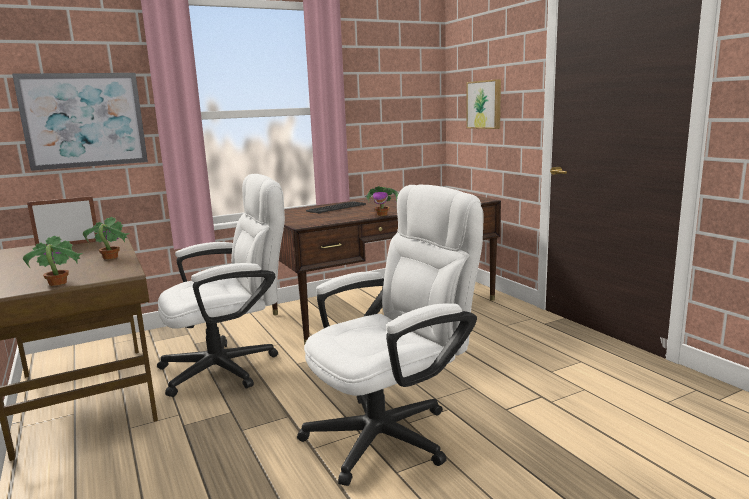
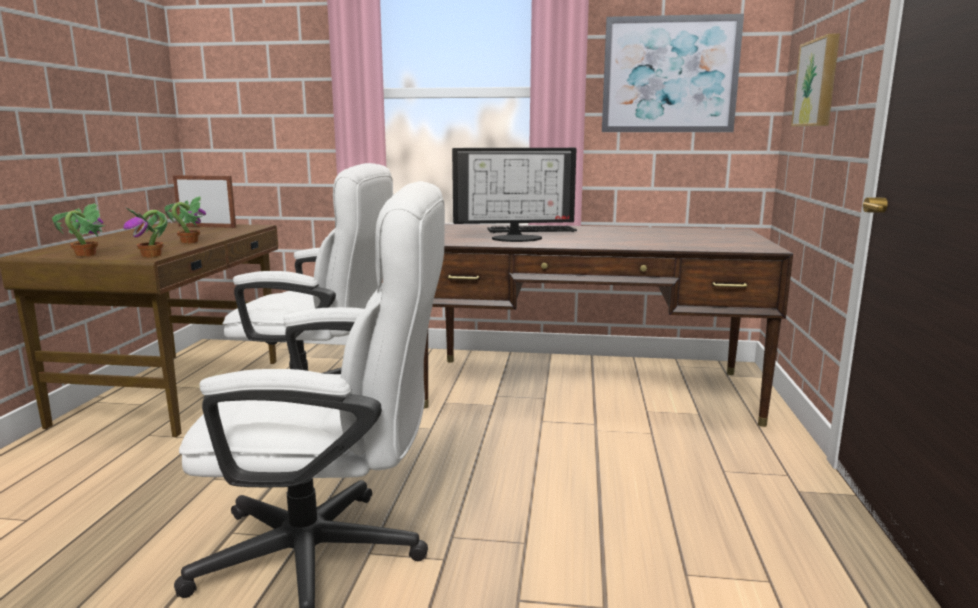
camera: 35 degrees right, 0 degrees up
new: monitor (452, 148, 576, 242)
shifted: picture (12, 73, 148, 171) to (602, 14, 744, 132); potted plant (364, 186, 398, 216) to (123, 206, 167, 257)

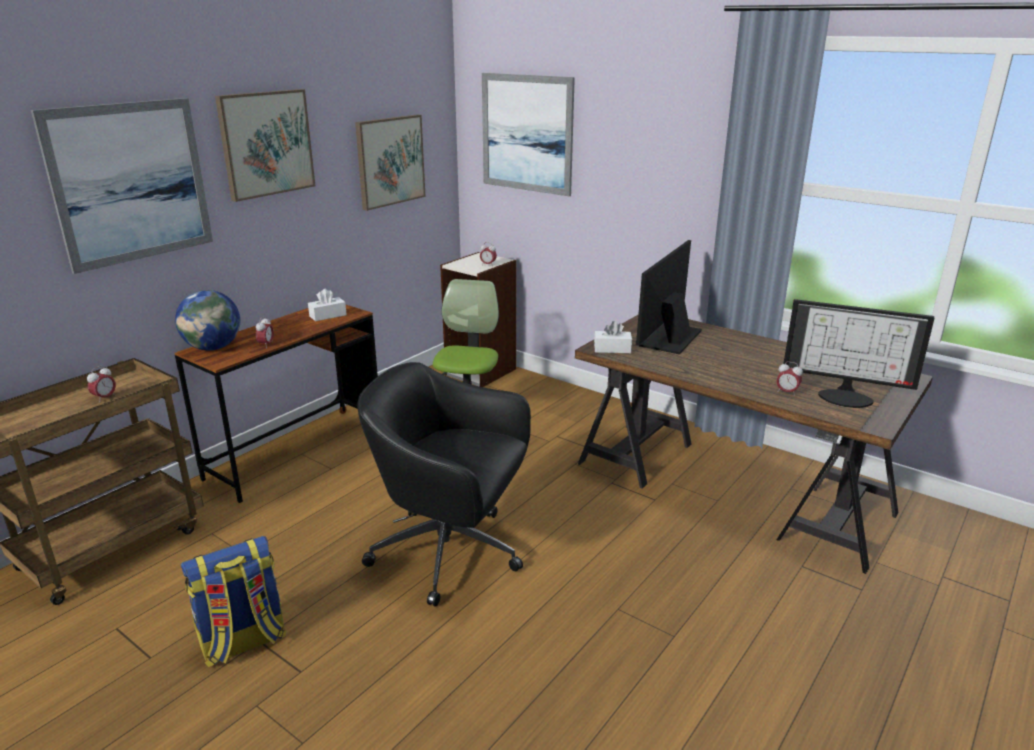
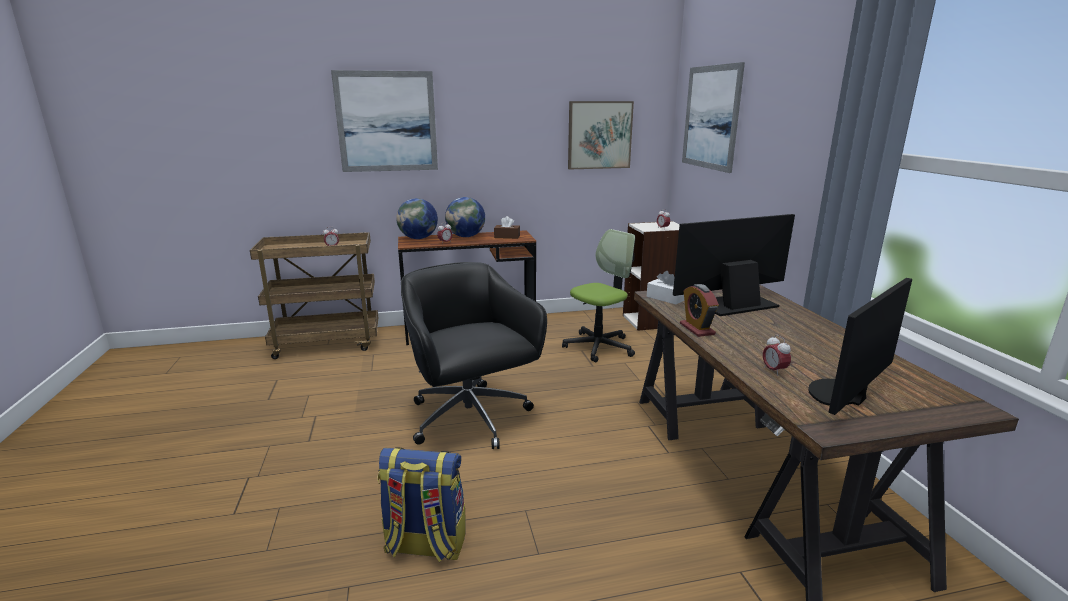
camera: 40 degrees right, 5 degrees down
gone: picture (215, 89, 315, 202)
new: globe (445, 197, 485, 237); alarm clock (680, 284, 719, 337)
shifted: backpack (181, 536, 287, 667) to (378, 447, 466, 562)
repainted: white tissue box (308, 289, 347, 321) to brown tissue box (494, 216, 520, 239)
rotated: monitor (783, 299, 934, 408) = (808, 278, 912, 415) 75 degrees clockwise

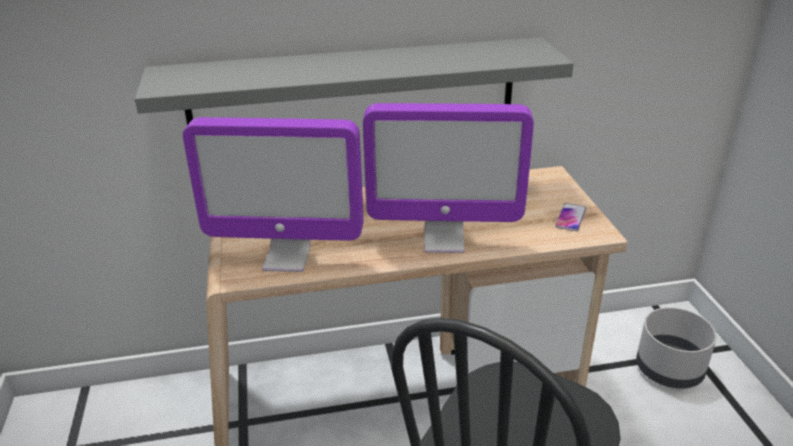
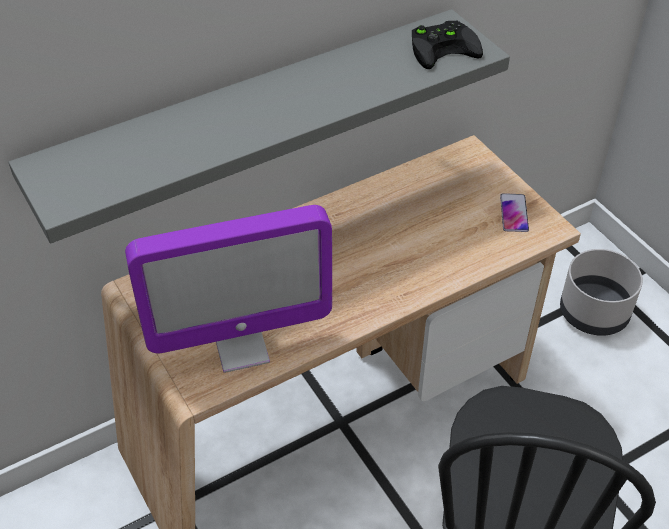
camera: 20 degrees left, 15 degrees up
gone: monitor (363, 103, 534, 253)
new: black game controller (412, 21, 483, 69)

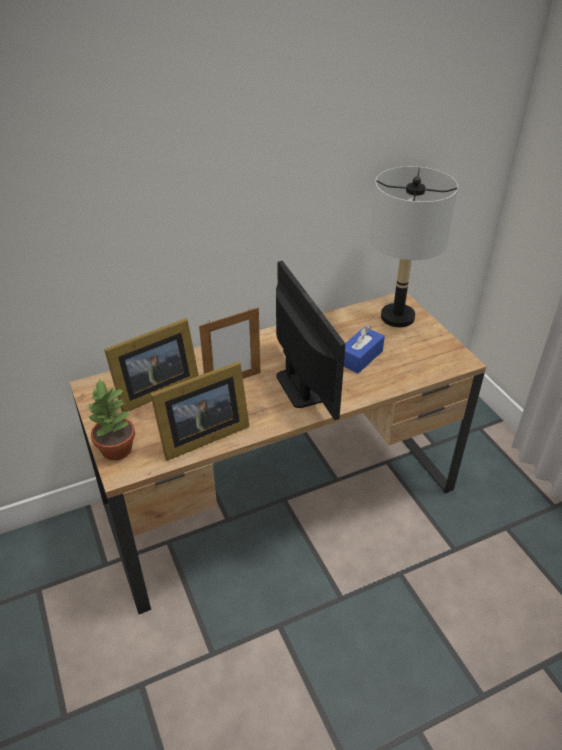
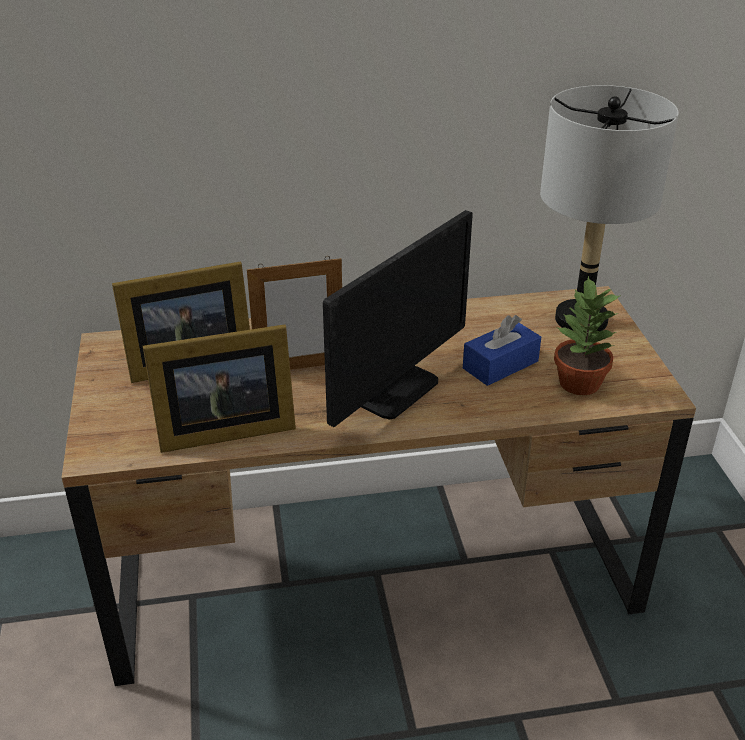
camera: 15 degrees right, 5 degrees down
shifted: potted plant (86, 379, 135, 460) to (554, 276, 621, 395)
rotated: monitor (276, 261, 345, 420) = (323, 210, 473, 427) 45 degrees clockwise

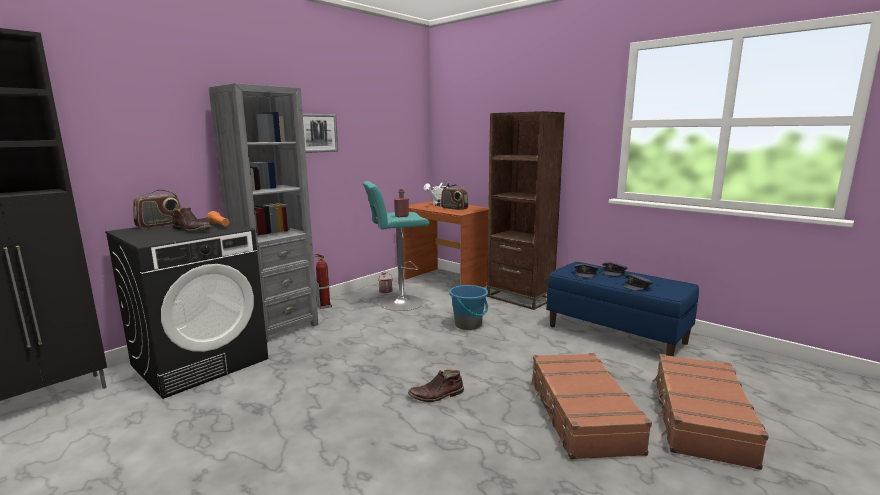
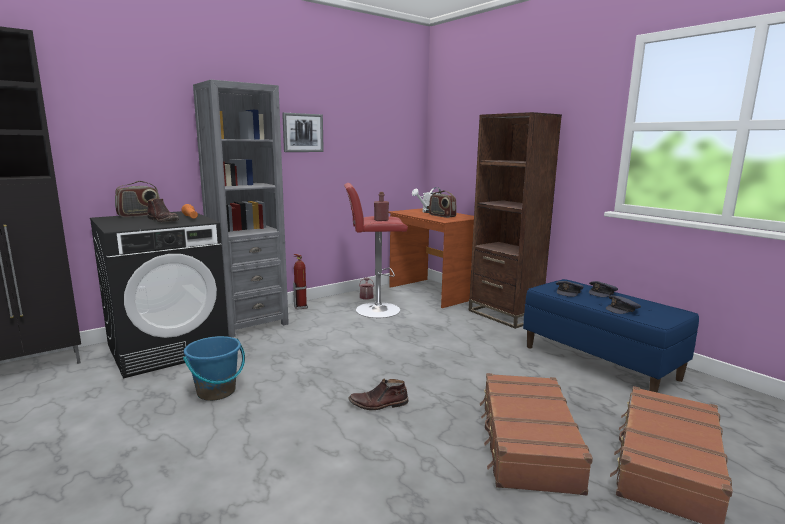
camera: 10 degrees right, 0 degrees up
shifted: blue bucket (449, 285, 488, 330) to (183, 336, 245, 401)
repainted: turquoise stool (363, 181, 429, 311) to red stool (344, 183, 408, 318)

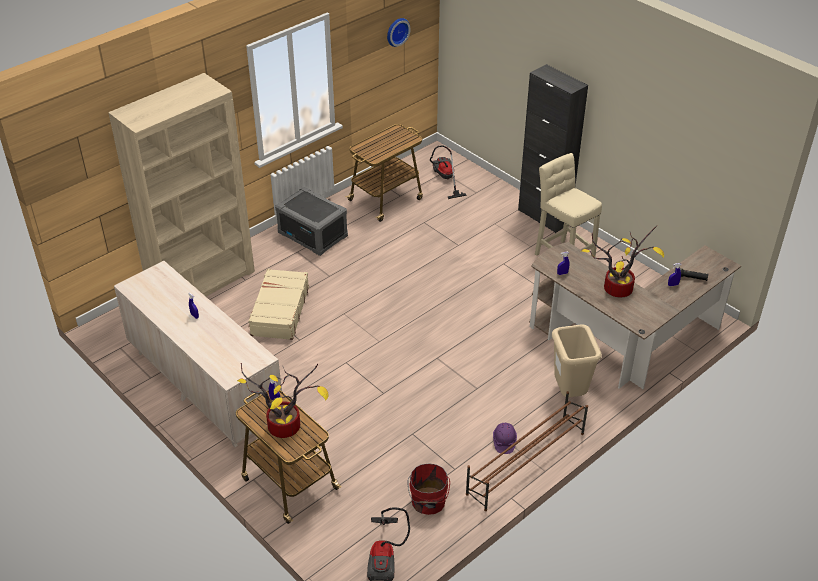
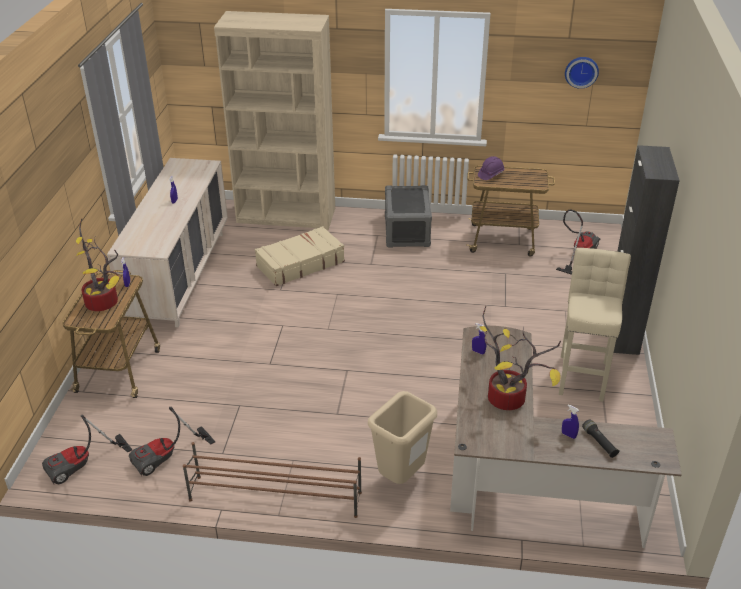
camera: 50 degrees right, 5 degrees down
shifted: purple hard hat (493, 423, 517, 454) to (478, 156, 504, 180)
swapped: red bucket (408, 464, 450, 515) to vacuum cleaner (129, 407, 215, 476)

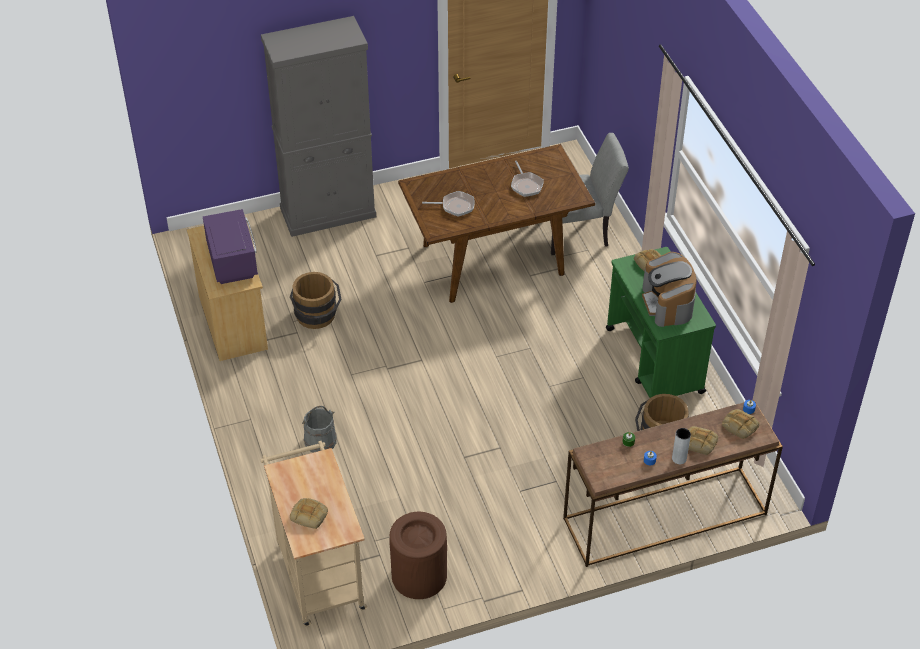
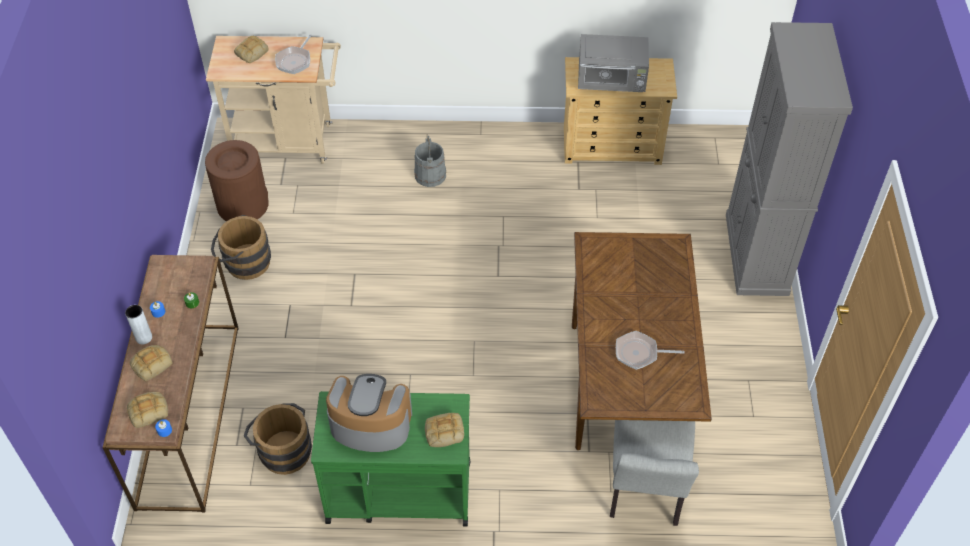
camera: 110 degrees right, 5 degrees up
shifted: brown bucket (290, 272, 341, 329) to (211, 215, 271, 280); frying pan (422, 191, 475, 217) to (275, 34, 312, 74)
repainted: purple microwave (203, 209, 258, 284) to grey microwave (578, 34, 649, 92)

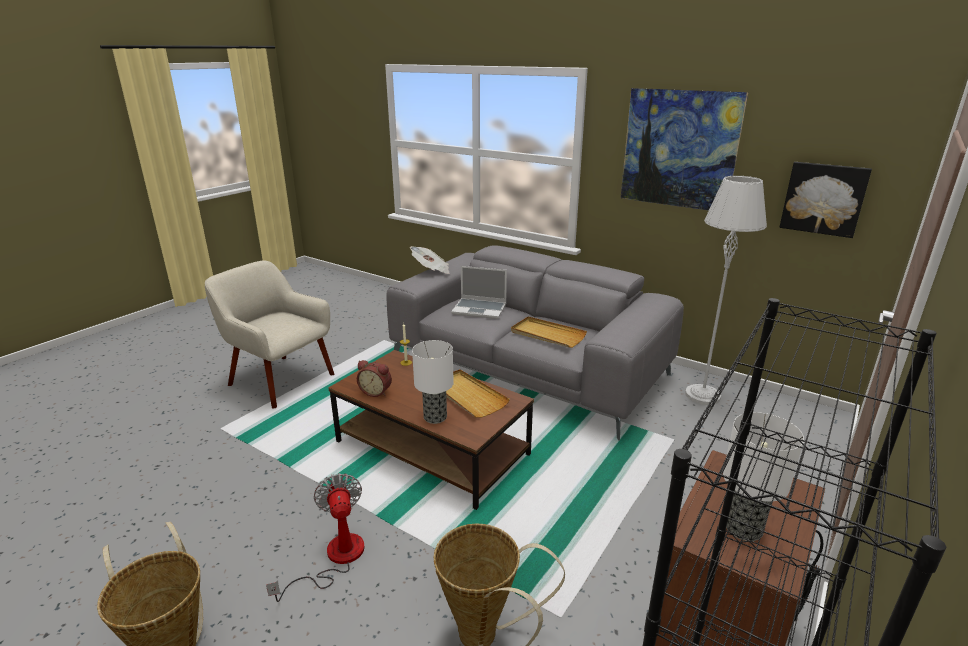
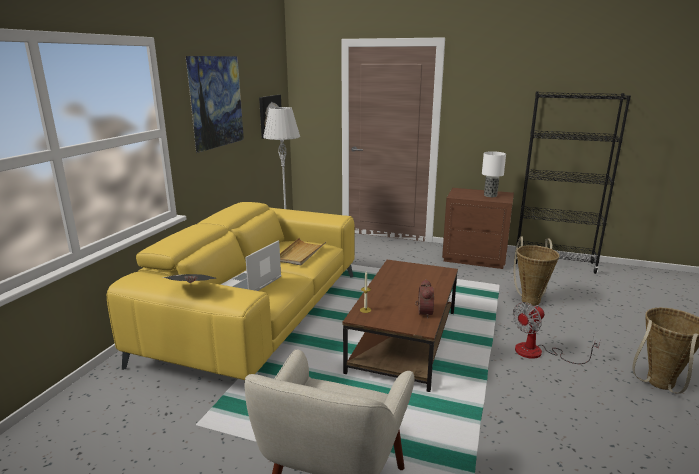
camera: 105 degrees left, 5 degrees down
gone: table lamp (412, 340, 454, 424); beige tray (446, 369, 510, 418)
repainted: grey sofa (386, 245, 684, 440) to yellow sofa (107, 202, 355, 380)
rotated: laptop (451, 266, 507, 319) = (220, 240, 281, 291) 150 degrees counterclockwise

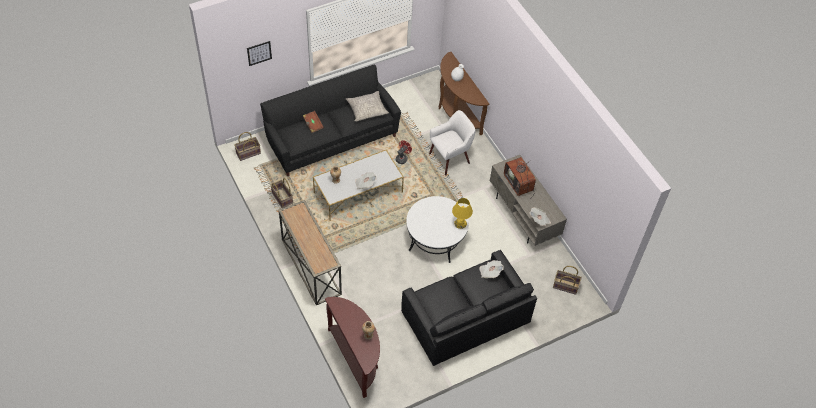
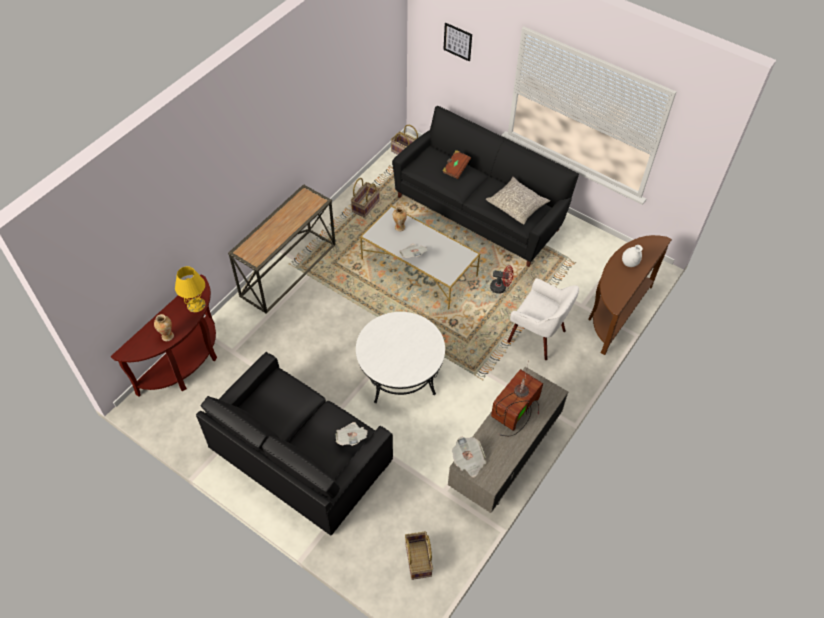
camera: 65 degrees right, 0 degrees up
shifted: yellow table lamp (452, 198, 473, 229) to (175, 266, 206, 312)

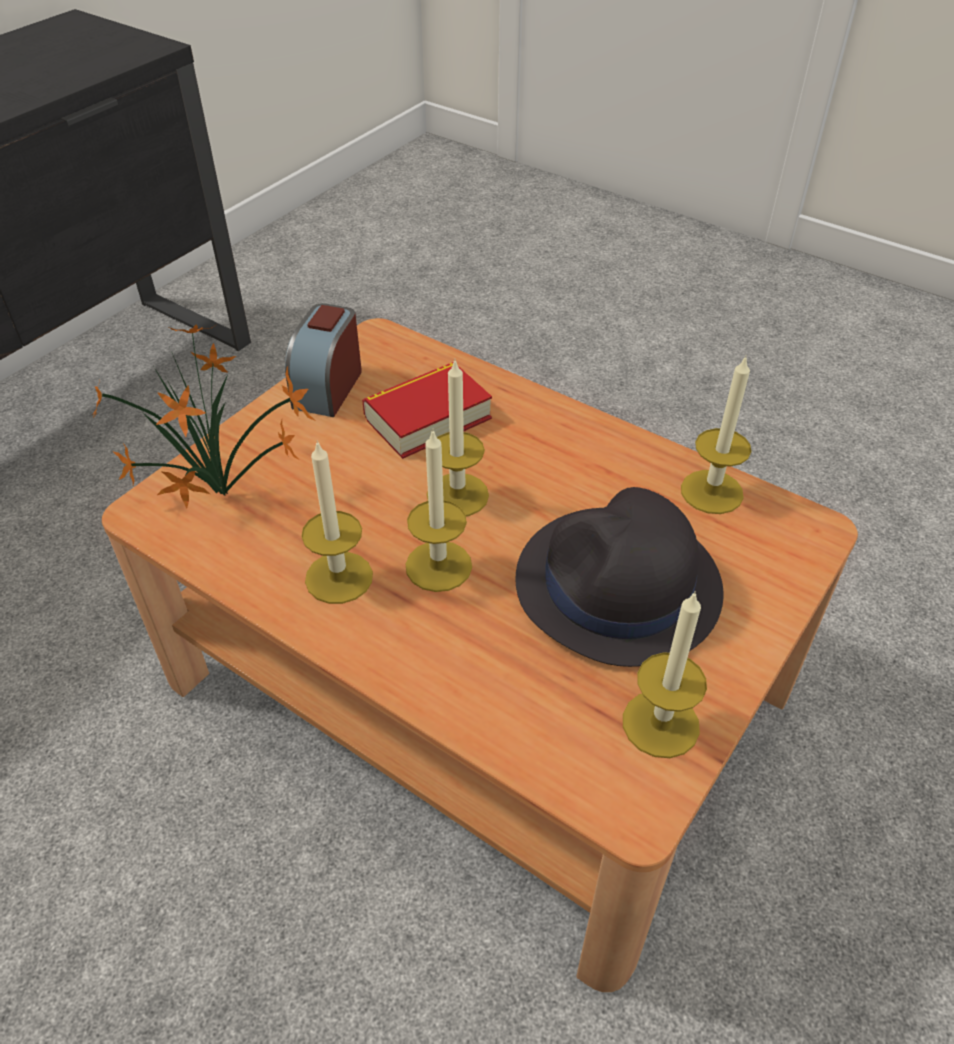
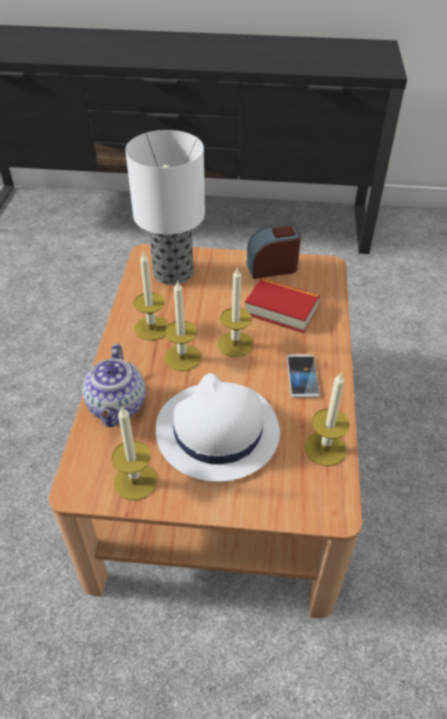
camera: 60 degrees right, 0 degrees up
new: teapot (82, 344, 146, 427); phone (287, 354, 320, 398)
swapped: potted plant (92, 324, 316, 508) to table lamp (125, 130, 205, 285)
repainted: black hat (515, 487, 724, 667) to white hat (156, 373, 280, 482)

